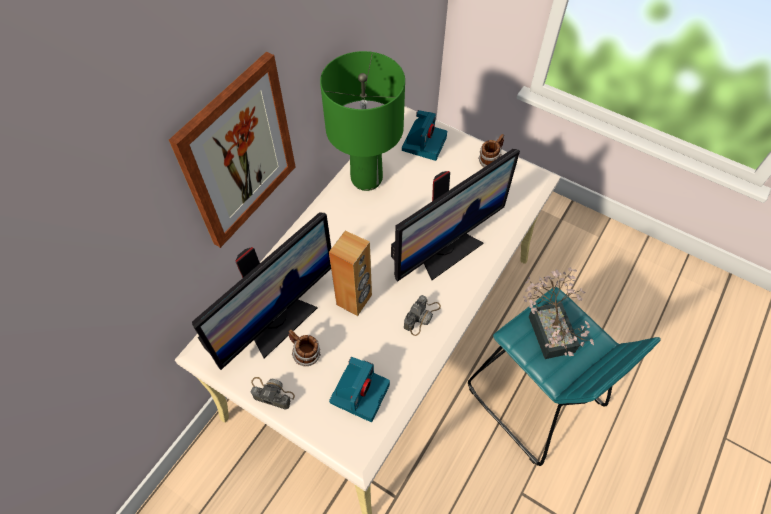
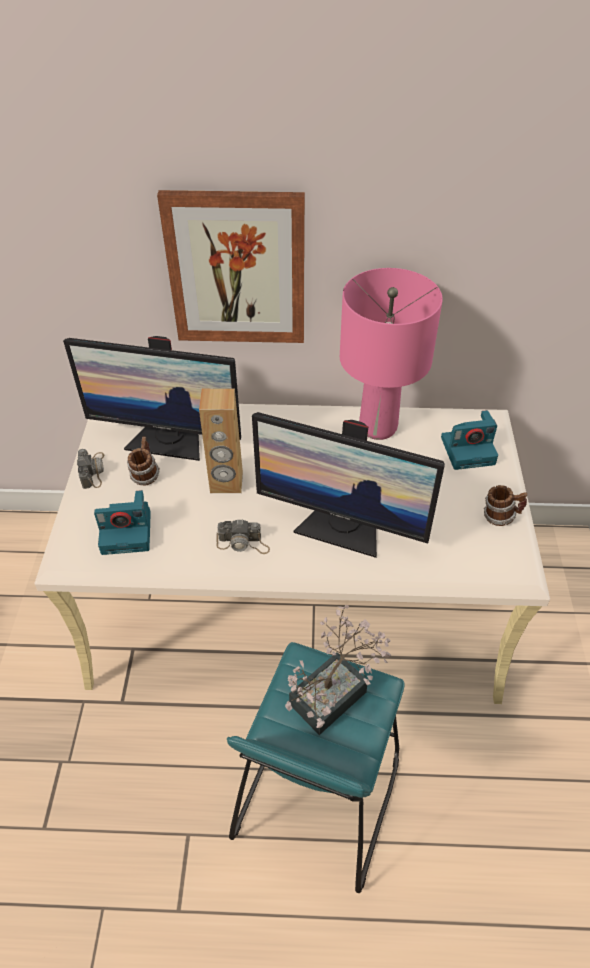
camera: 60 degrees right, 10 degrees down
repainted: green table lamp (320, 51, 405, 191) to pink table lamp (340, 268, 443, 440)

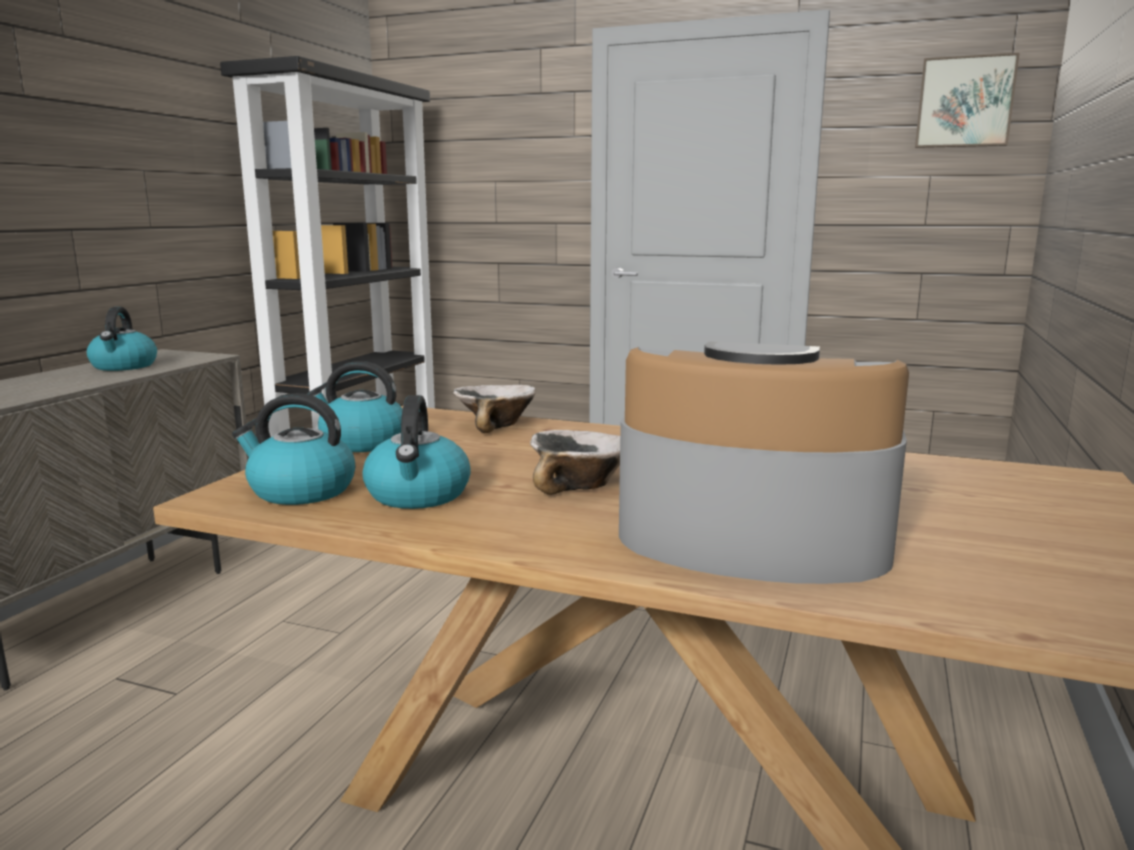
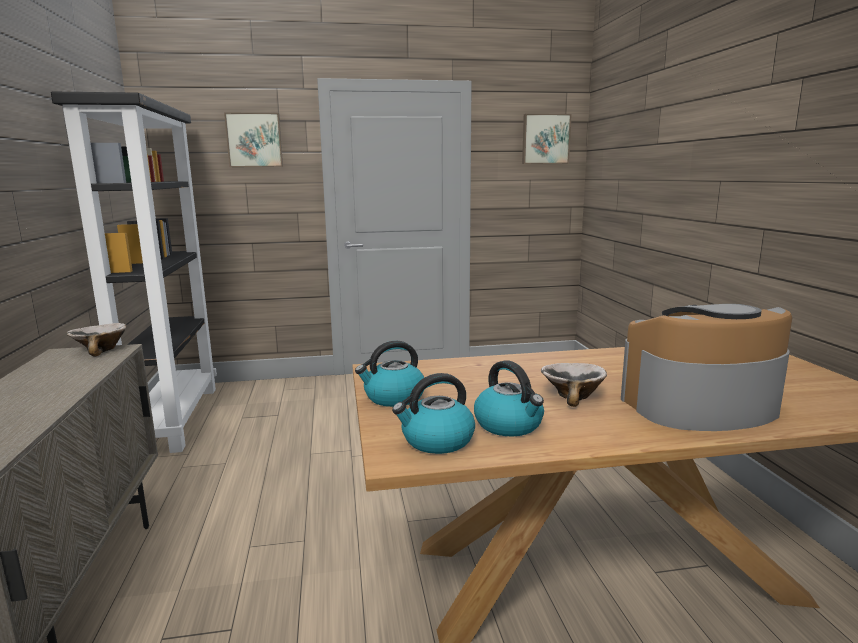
camera: 30 degrees left, 0 degrees up
gone: kettle (87, 307, 157, 371)
new: picture (224, 113, 283, 167)
shifted: bowl (453, 385, 536, 433) to (66, 323, 126, 356)

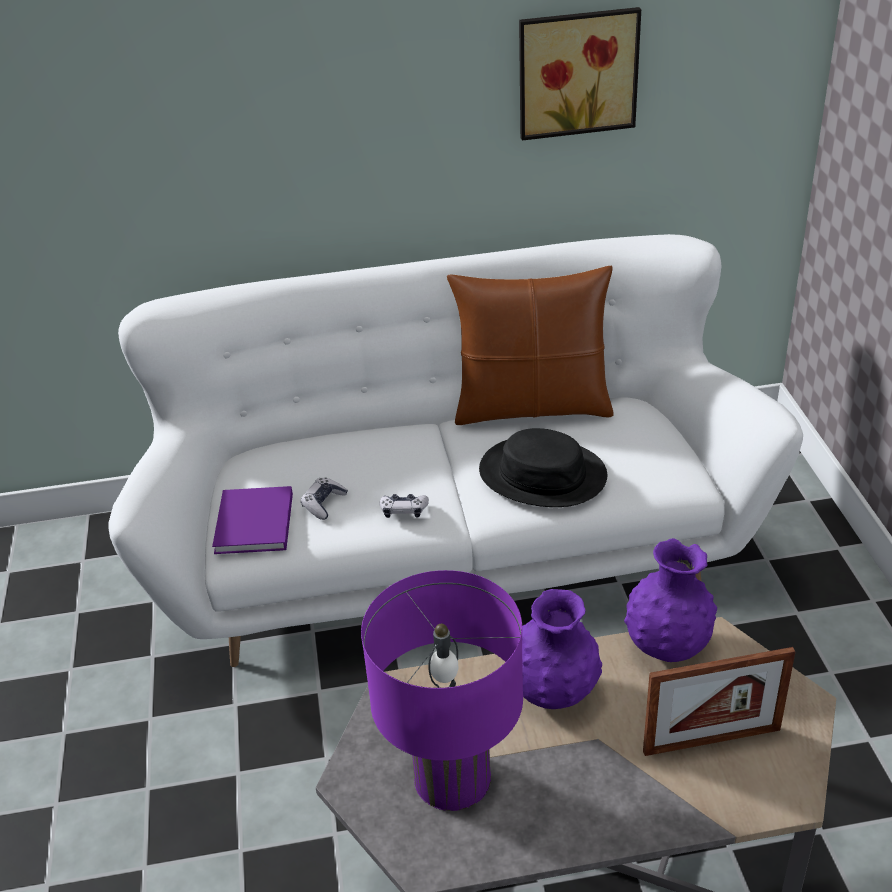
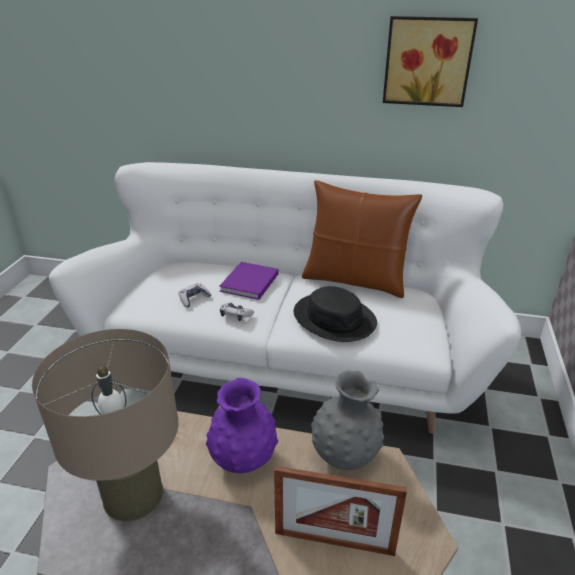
camera: 20 degrees right, 5 degrees down
shifted: purple book (212, 486, 293, 554) to (219, 262, 279, 300)
repainted: purple table lamp (361, 570, 523, 811) to beige table lamp (32, 329, 178, 521); purple vase (624, 538, 717, 662) to grey vase (311, 371, 384, 470)

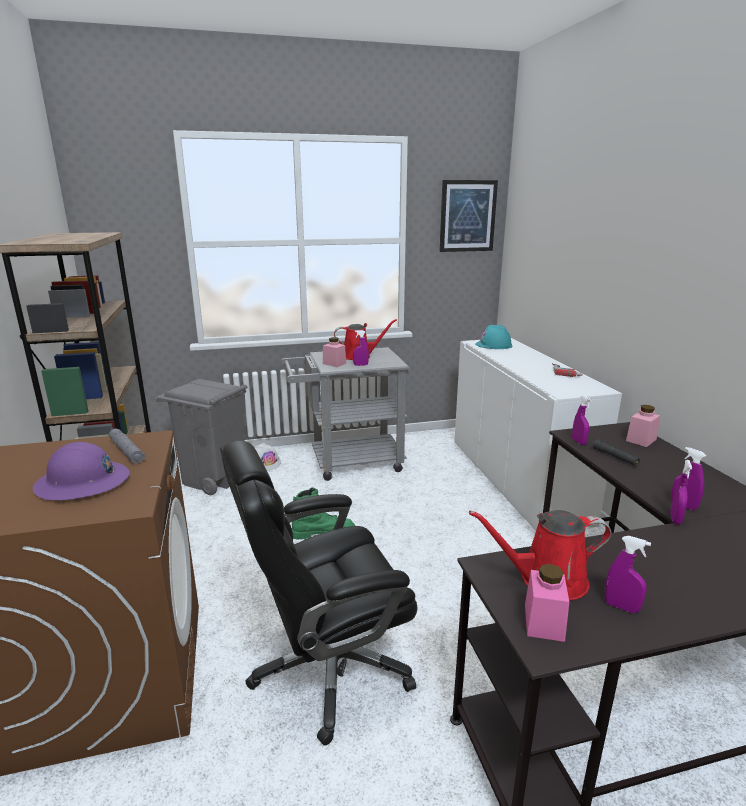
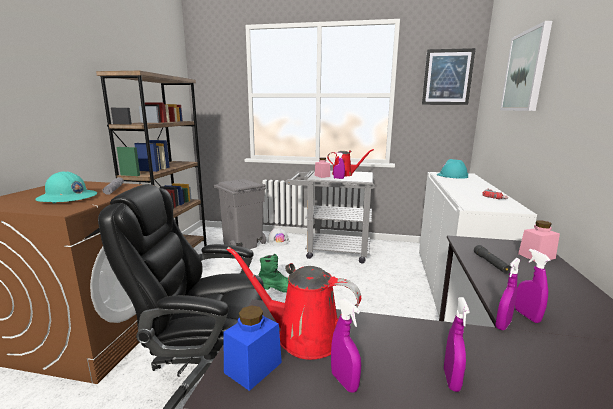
camera: 25 degrees right, 5 degrees down
new: picture (500, 21, 552, 111)
shifted: purple spray bottle (572, 395, 591, 445) to (444, 297, 470, 392)
repainted: purple hard hat (33, 442, 129, 500) to turquoise hard hat (35, 171, 97, 203); pink jar (525, 564, 569, 642) to blue jar (223, 305, 282, 391)

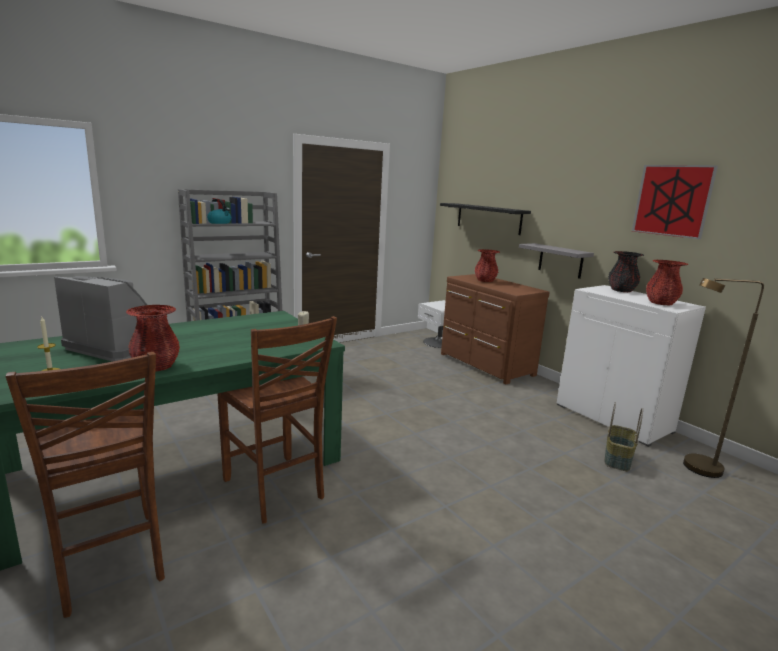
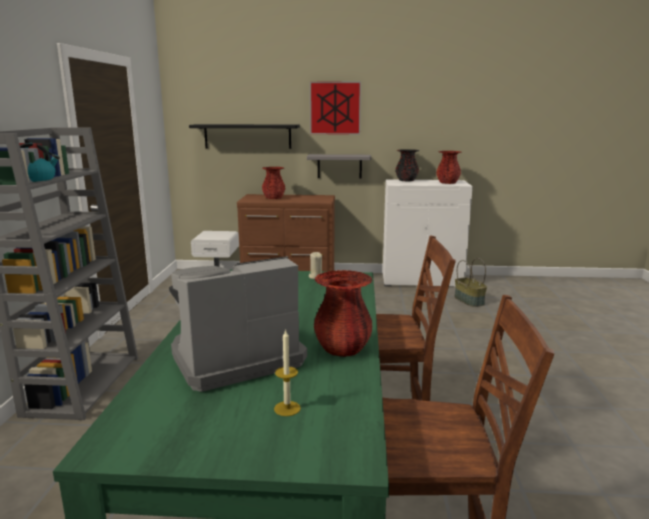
camera: 50 degrees left, 0 degrees up
gone: brown floor lamp (683, 278, 764, 478)
shifted: picture (632, 165, 718, 239) to (310, 81, 361, 134)

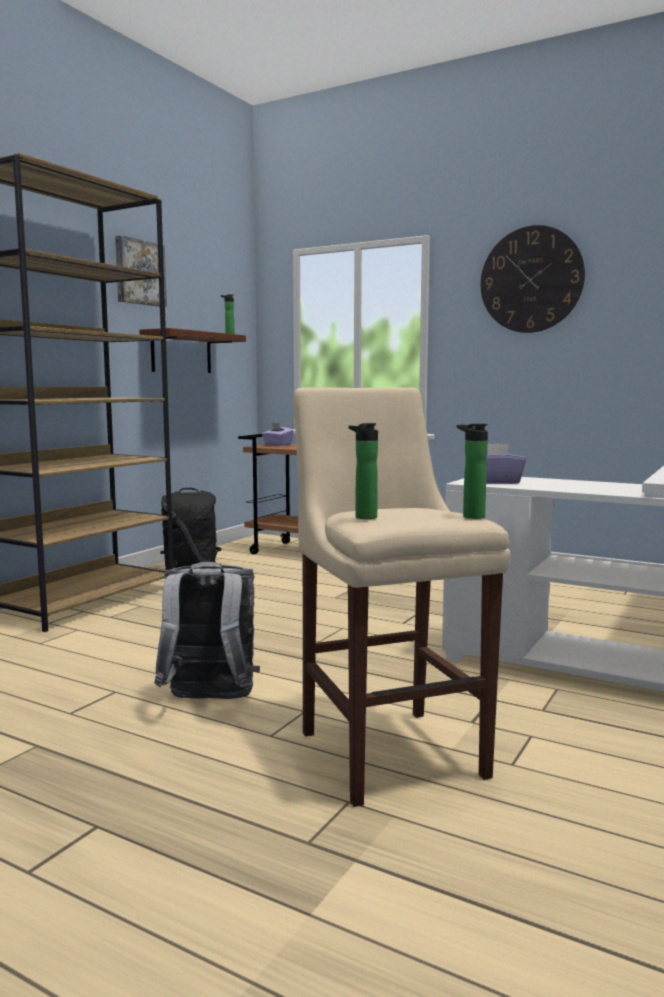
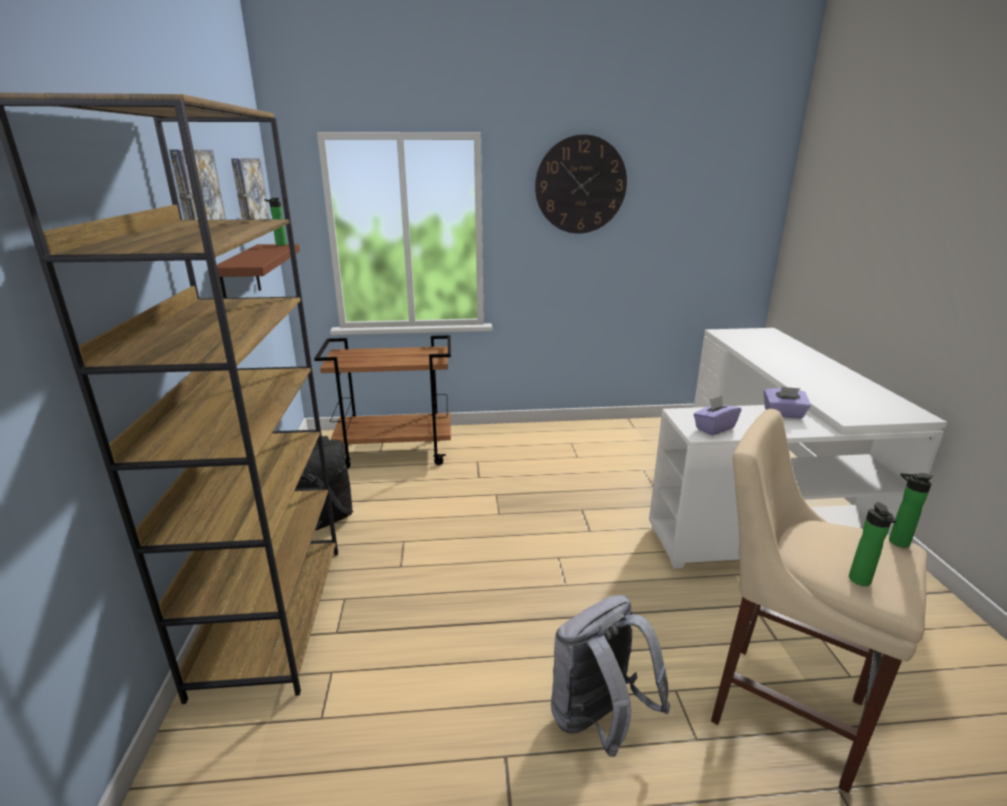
camera: 35 degrees left, 15 degrees up
new: picture (231, 158, 270, 220)
shifted: purple tissue box (262, 422, 294, 446) to (764, 387, 811, 418)

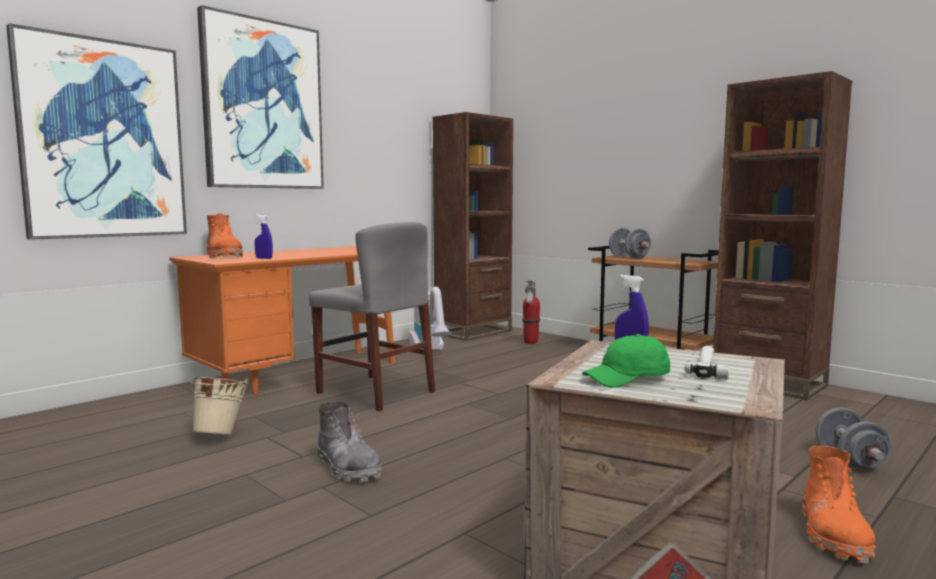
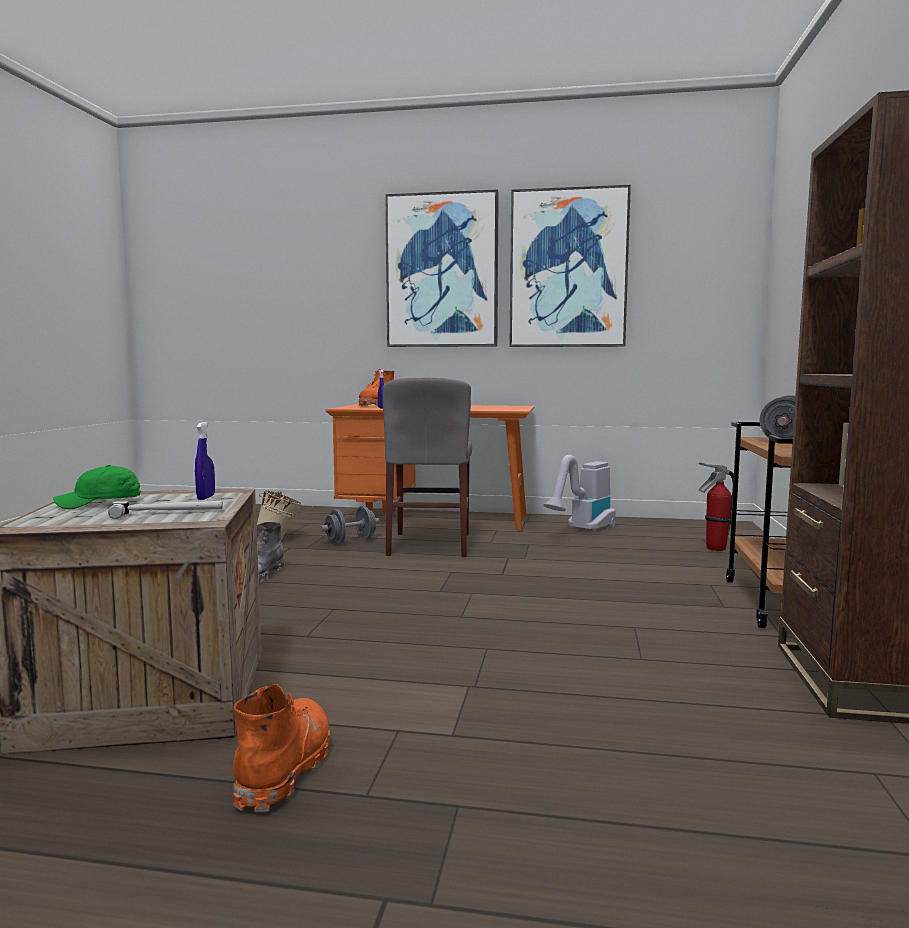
camera: 55 degrees right, 0 degrees up
gone: brown bookcase (433, 112, 513, 341)
shifted: picture (6, 23, 187, 240) to (509, 185, 631, 347); grey dumbbell (815, 408, 892, 471) to (320, 506, 380, 544)
rotated: green cap (582, 334, 670, 388) = (53, 465, 141, 509) 60 degrees counterclockwise; orange boot (802, 446, 876, 563) = (233, 684, 330, 812) 120 degrees clockwise

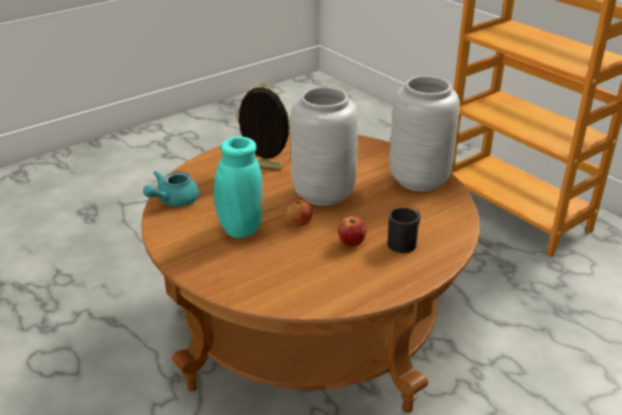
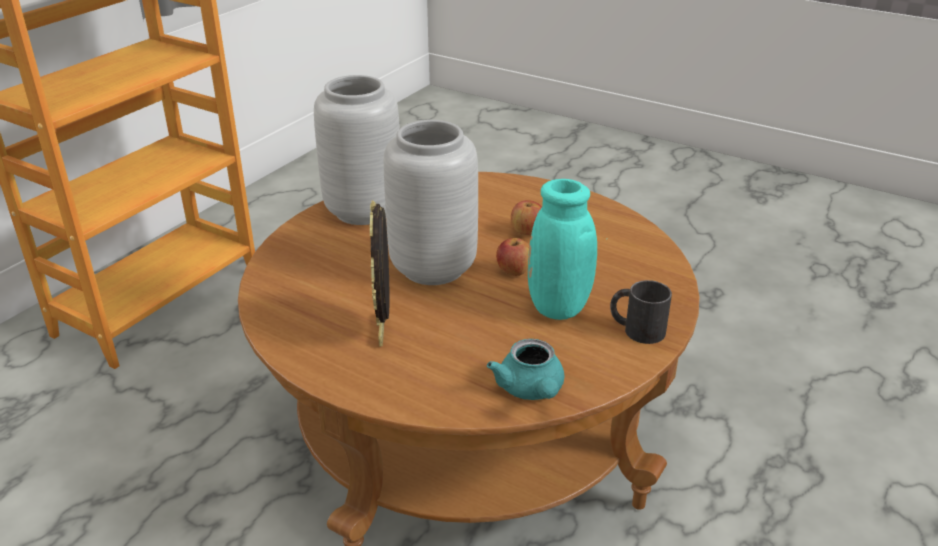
camera: 110 degrees left, 0 degrees up
shifted: black mug (387, 207, 420, 253) to (610, 280, 672, 344)
rotated: turquoise teapot (143, 171, 200, 206) = (487, 339, 564, 400) 60 degrees clockwise

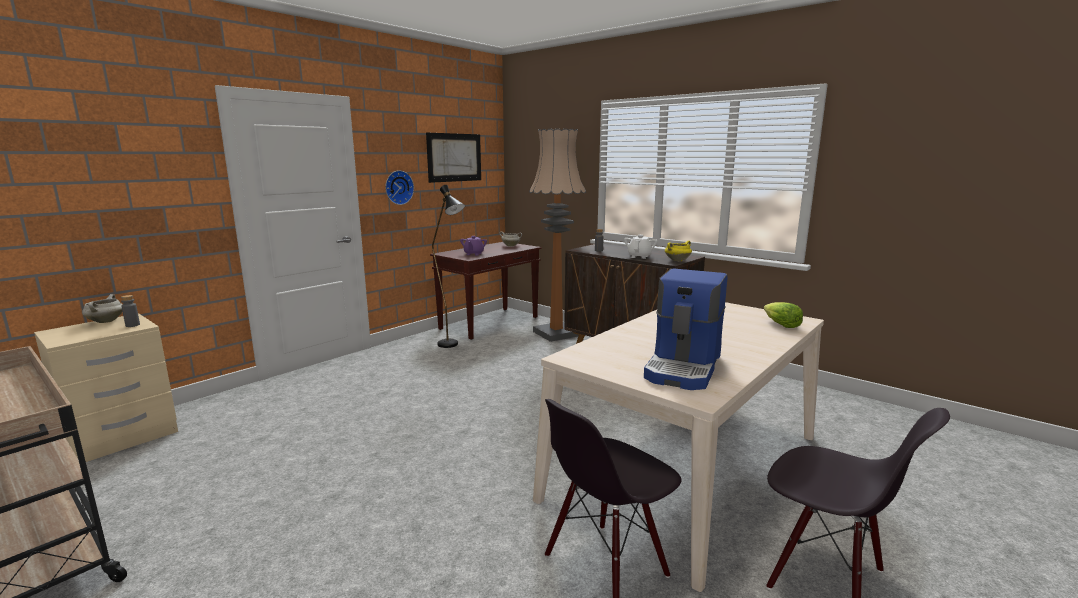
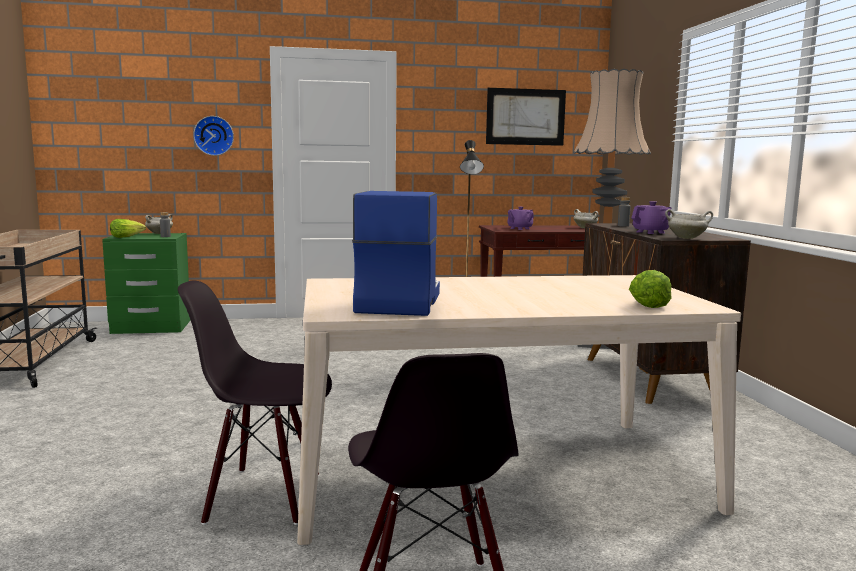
camera: 40 degrees right, 5 degrees down
new: lettuce (110, 219, 146, 238)
shifted: wall clock (385, 170, 414, 205) to (193, 116, 234, 156)
repainted: beige nightstand (34, 313, 178, 462) to green nightstand (102, 233, 190, 334); white teapot (624, 235, 657, 259) to purple teapot (631, 201, 672, 234); yellow cooking pot (665, 241, 692, 261) to white cooking pot (665, 209, 713, 239)
rotated: coffee machine (644, 268, 727, 390) = (352, 191, 440, 316) 120 degrees clockwise

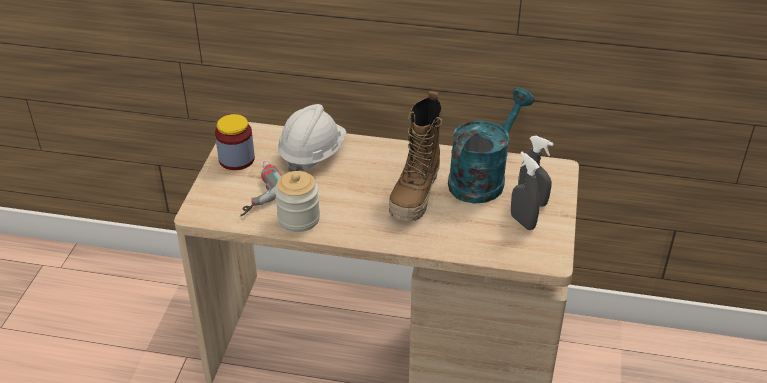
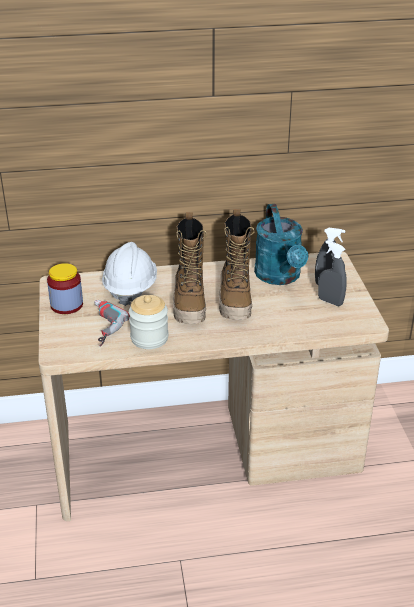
camera: 20 degrees left, 5 degrees down
new: boot (173, 212, 207, 324)
rotated: turquoise watering can (448, 87, 535, 204) = (254, 204, 309, 285) 150 degrees clockwise

